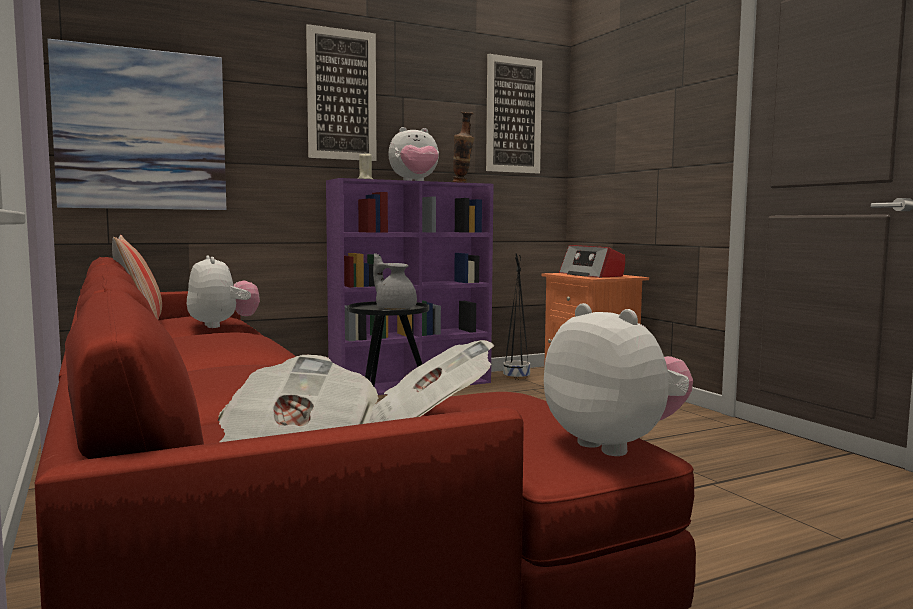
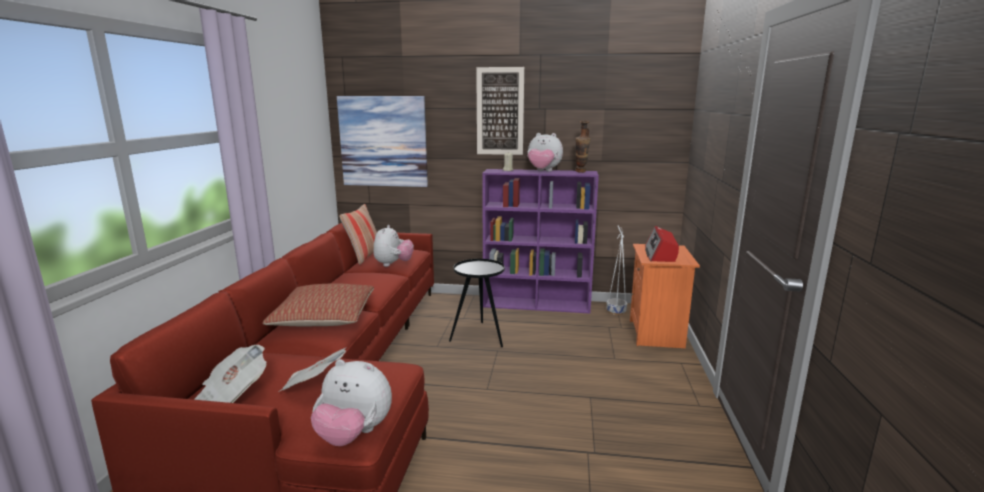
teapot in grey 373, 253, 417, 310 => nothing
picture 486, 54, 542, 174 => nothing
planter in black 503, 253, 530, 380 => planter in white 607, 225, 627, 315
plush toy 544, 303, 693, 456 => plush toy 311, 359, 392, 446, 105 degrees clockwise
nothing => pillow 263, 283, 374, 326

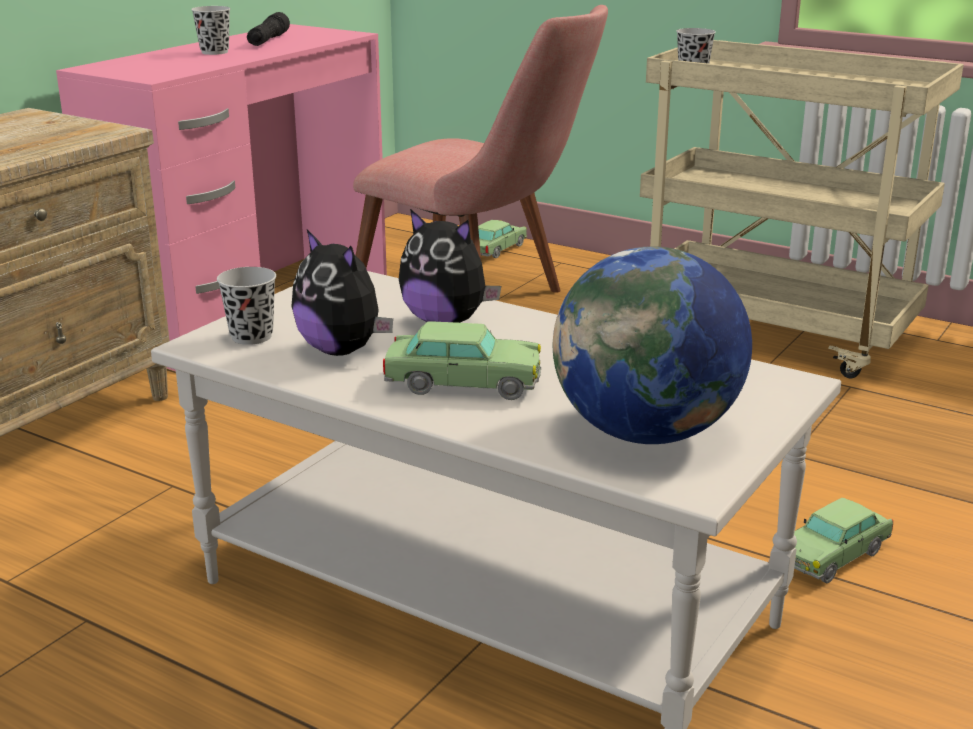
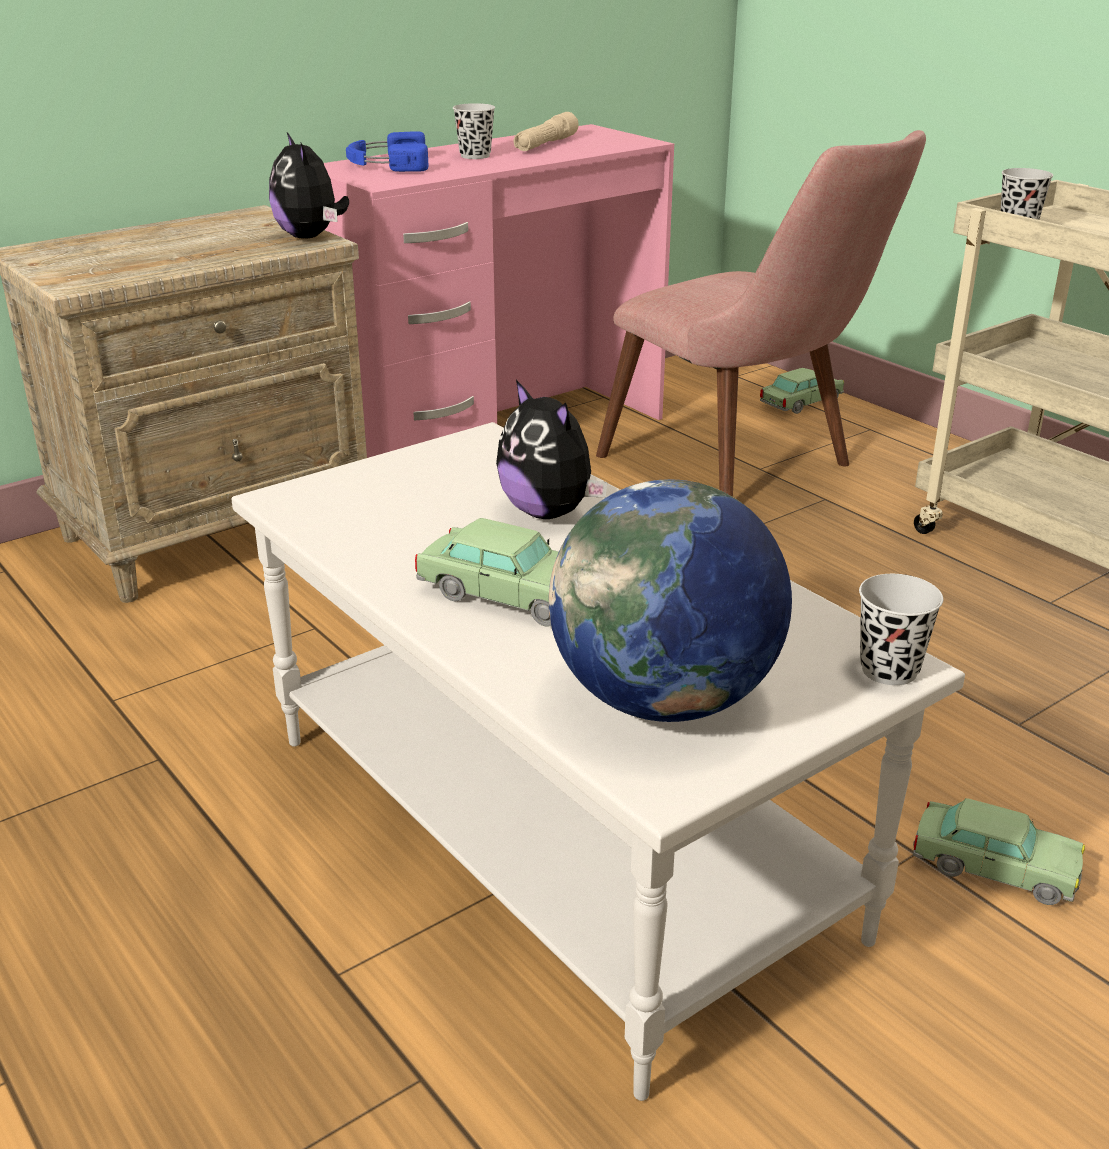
cup in black 217, 267, 276, 345 => cup in black 859, 574, 943, 685, relocated
flashlight in black 247, 12, 290, 46 => flashlight in beige 513, 112, 579, 151
plush toy 292, 229, 393, 356 => plush toy 269, 133, 349, 239, relocated
toy car 794, 498, 893, 583 => toy car 913, 798, 1085, 905, 135 degrees counterclockwise
nothing => headphones in blue 346, 131, 428, 172

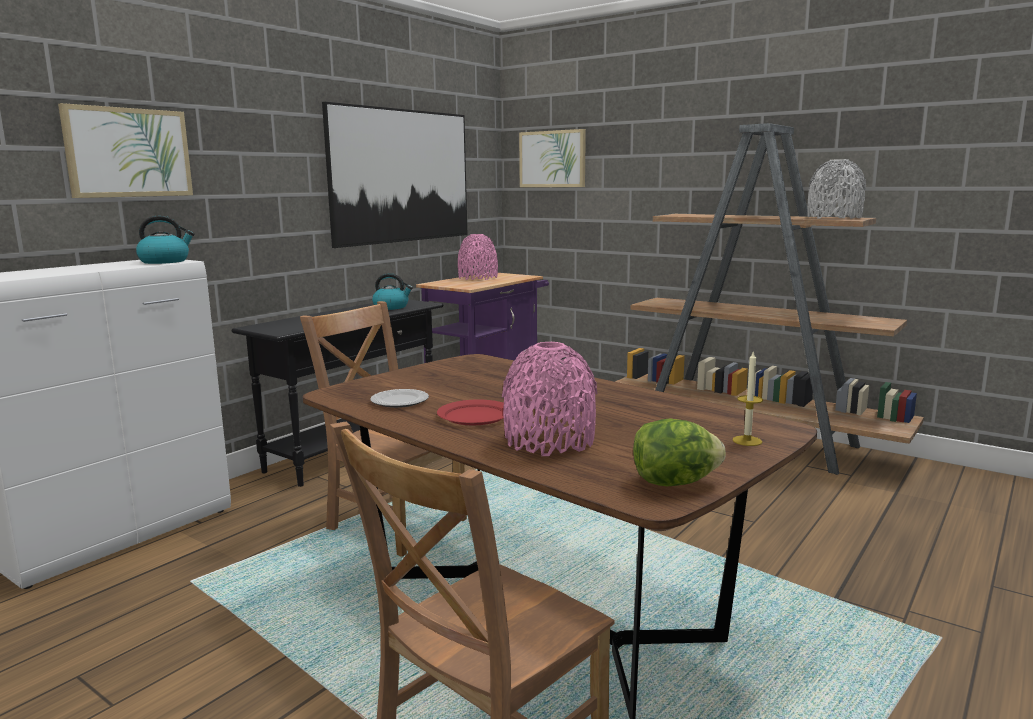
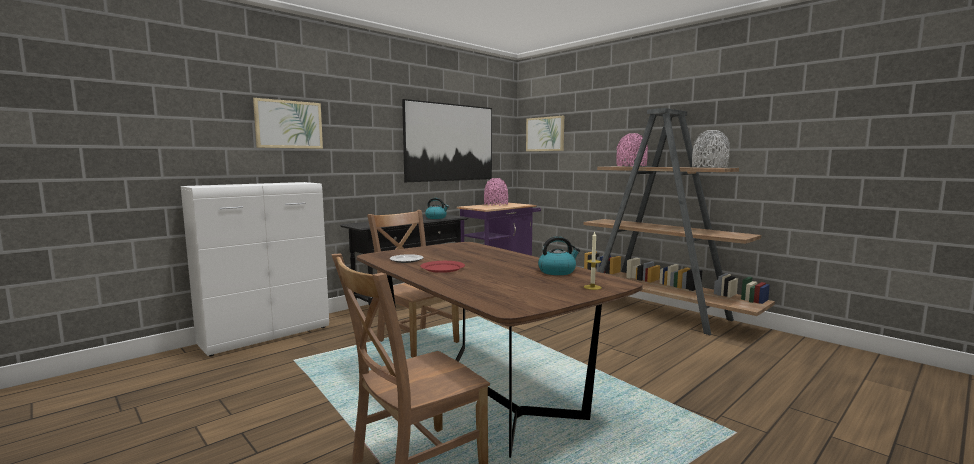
kettle 136, 216, 195, 264 => kettle 538, 236, 580, 275, relocated
vase in pink 502, 342, 598, 456 => vase in pink 616, 133, 648, 166, relocated
lettuce 633, 419, 726, 486 => nothing

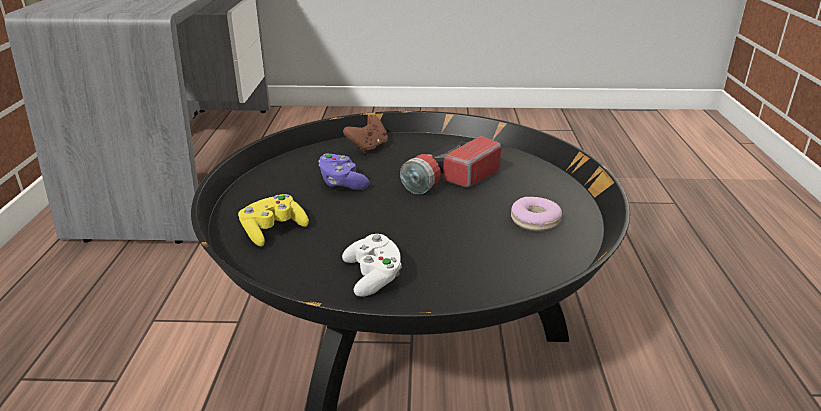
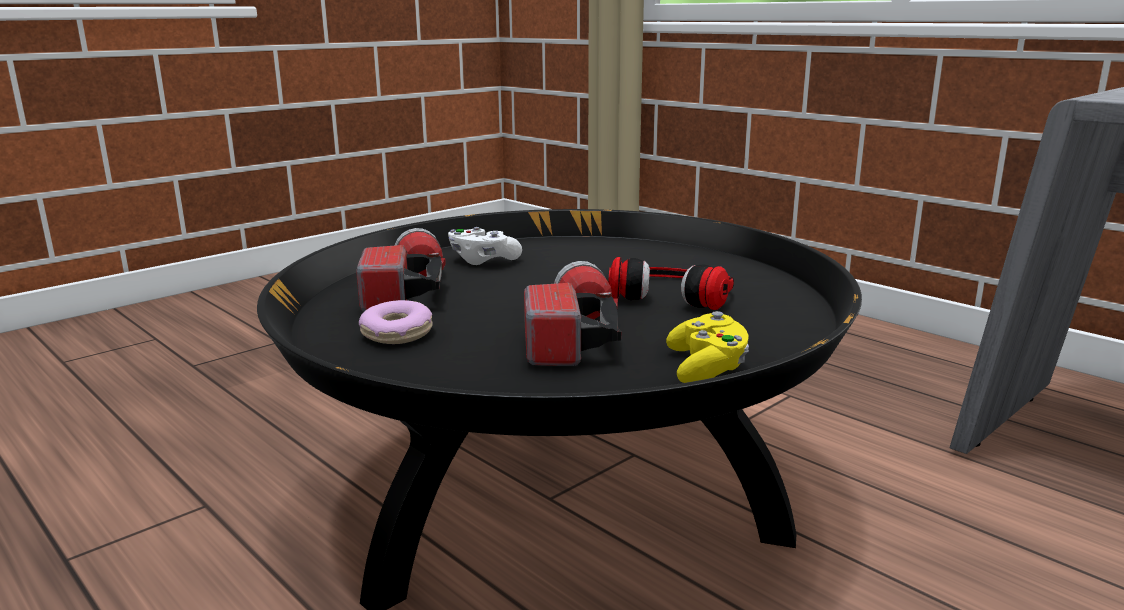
game controller in yellow 238, 194, 309, 246 => game controller in yellow 666, 311, 749, 383, relocated
game controller in purple 318, 153, 369, 190 => headphones 608, 257, 734, 310
game controller in brown 343, 115, 388, 154 => nothing
nothing => flashlight 356, 228, 446, 312

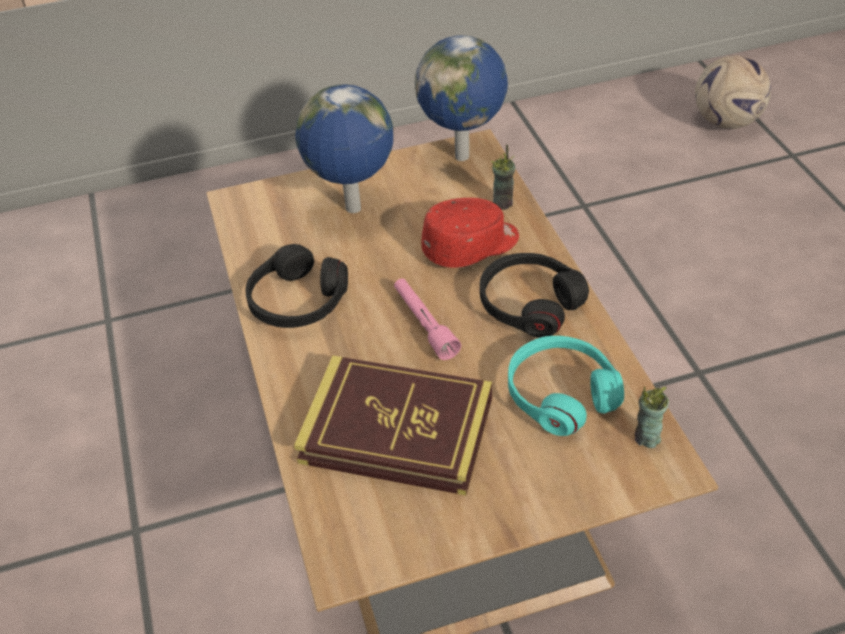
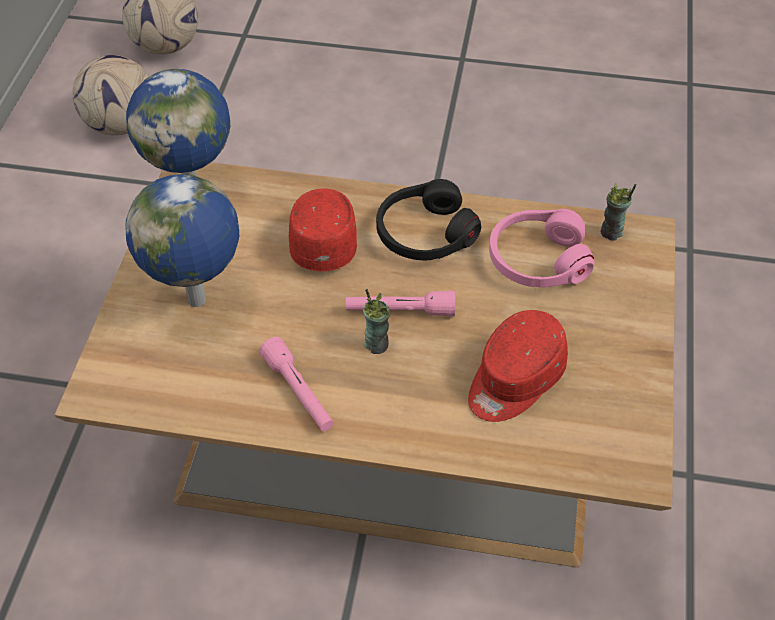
headphones in black 246, 244, 348, 328 => flashlight in pink 259, 337, 334, 431
book 294, 355, 492, 495 => cap in red 468, 310, 568, 422
cup 491, 145, 515, 210 => cup 363, 289, 390, 354, relocated
headphones in turquoise 508, 336, 624, 436 => headphones in pink 489, 209, 595, 288
nothing => football 73, 55, 149, 135

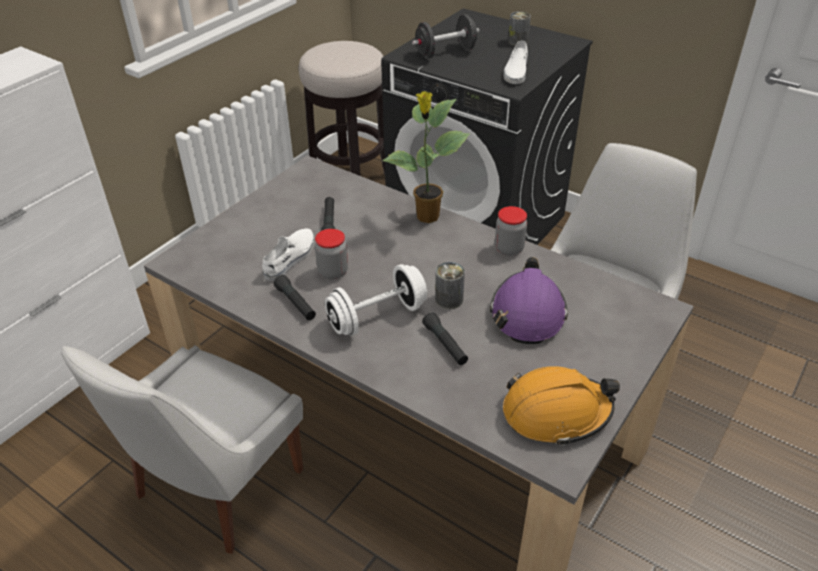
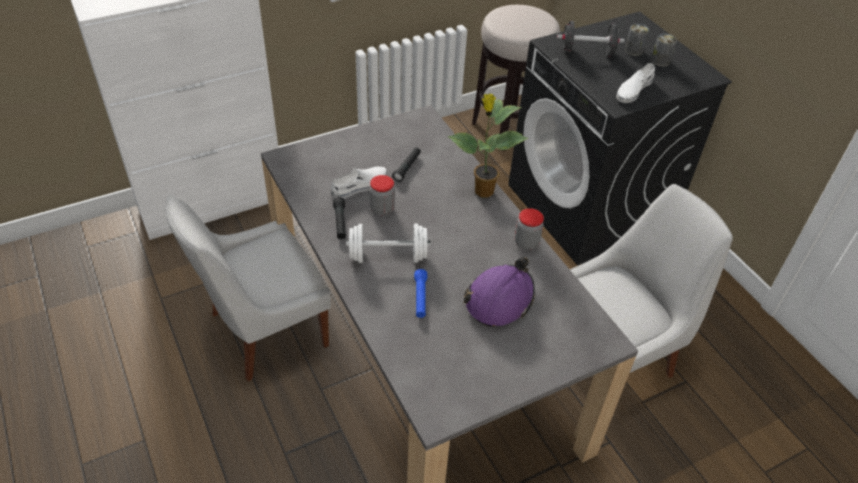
flashlight in black 422, 312, 468, 365 => flashlight in blue 414, 269, 427, 318
can 435, 262, 465, 309 => can 625, 24, 649, 56, relocated
hard hat in orange 503, 366, 620, 446 => nothing

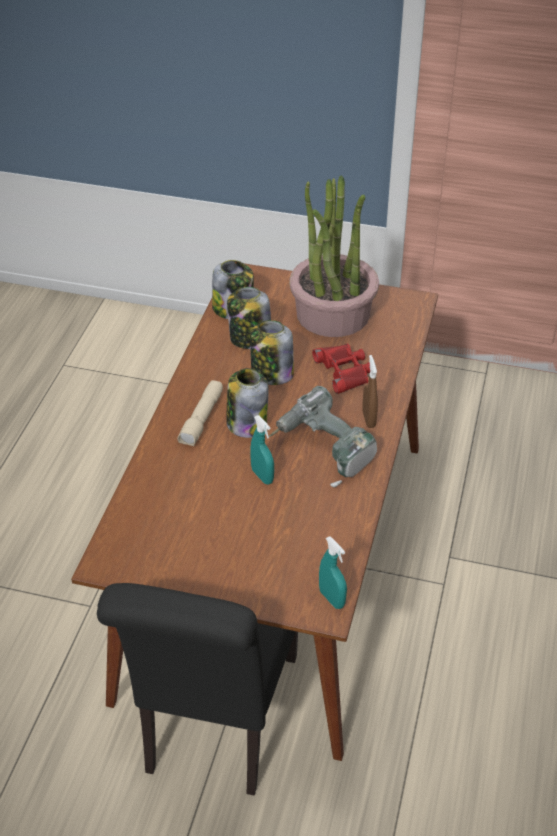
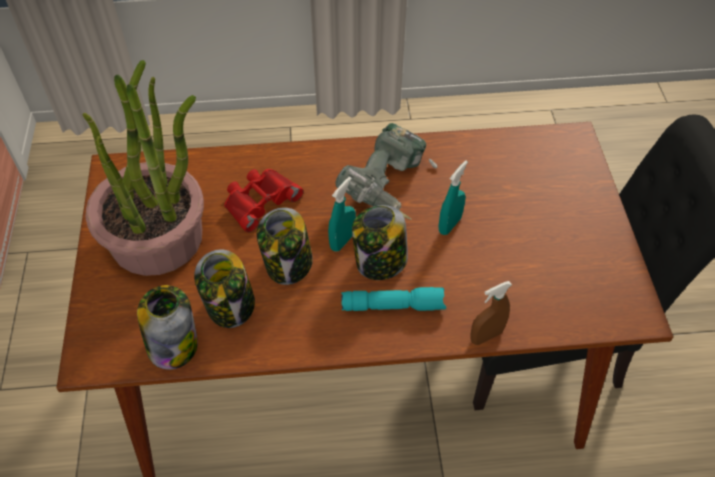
flashlight in beige 177, 380, 223, 446 => flashlight in turquoise 341, 287, 446, 311
spray bottle in turquoise 319, 536, 347, 609 => spray bottle in turquoise 328, 177, 356, 251, relocated
spray bottle in brown 362, 355, 378, 428 => spray bottle in brown 470, 281, 512, 345, relocated

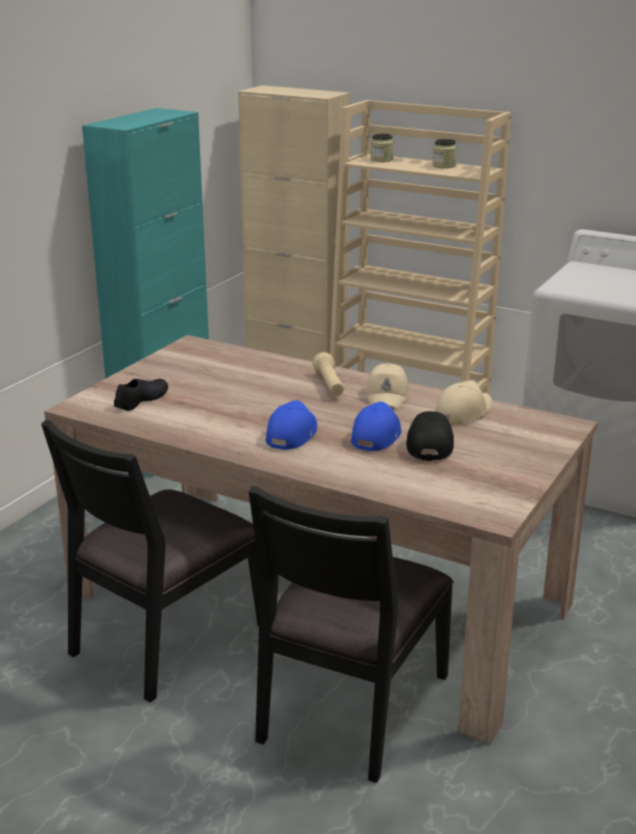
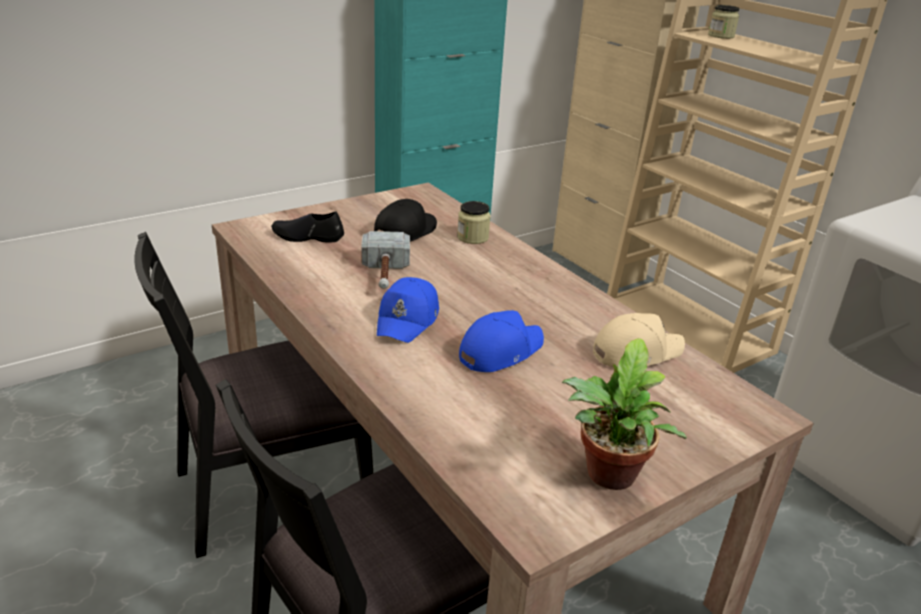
shoe in black 114, 379, 168, 411 => shoe in black 271, 212, 344, 243, 150 degrees counterclockwise
cap in blue 266, 400, 317, 450 => cap in blue 377, 277, 439, 343, 150 degrees clockwise
flashlight in beige 313, 352, 344, 396 => nothing
cap in beige 366, 363, 409, 408 => nothing
cap in black 406, 411, 454, 461 => cap in black 374, 199, 437, 242, relocated
jar 432, 139, 457, 168 => jar 457, 201, 491, 244, relocated
nothing => hammer 361, 231, 410, 289
nothing => potted plant 562, 338, 687, 490

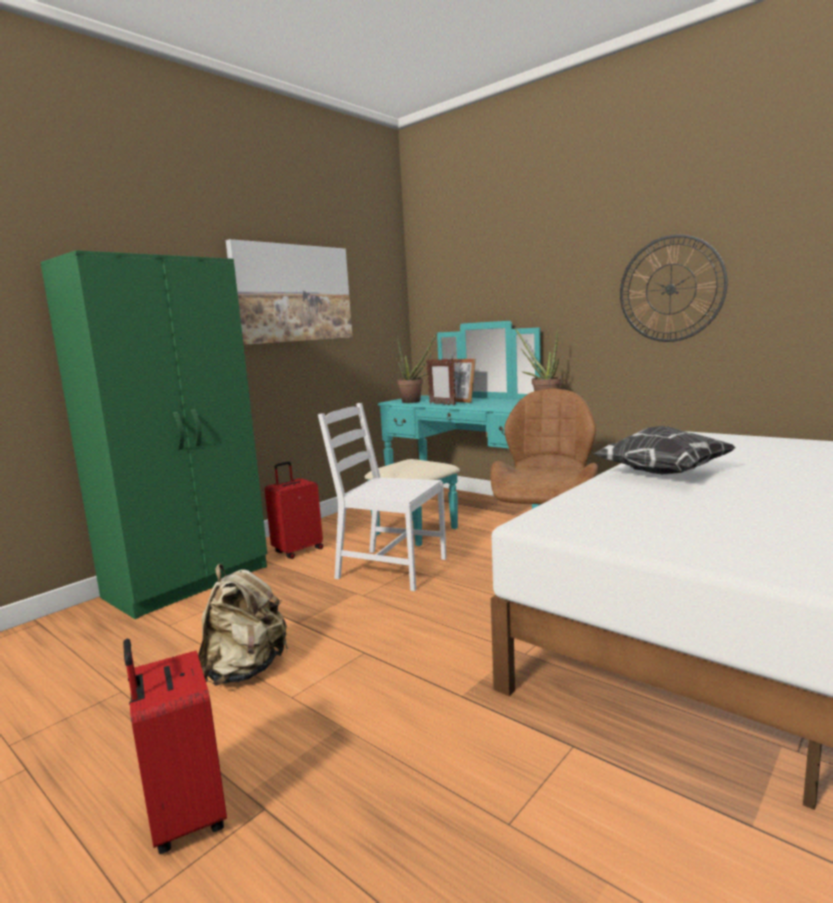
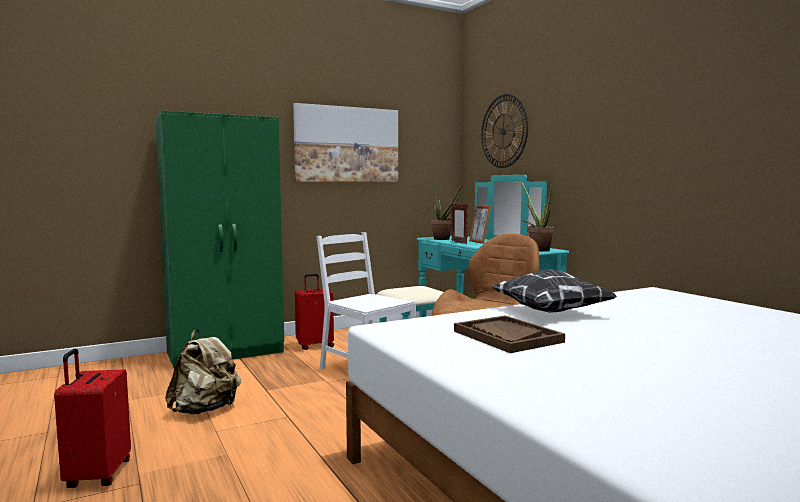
wall clock 620, 234, 728, 342 => wall clock 481, 94, 528, 168, relocated
nothing => tray in brown 454, 315, 565, 353

